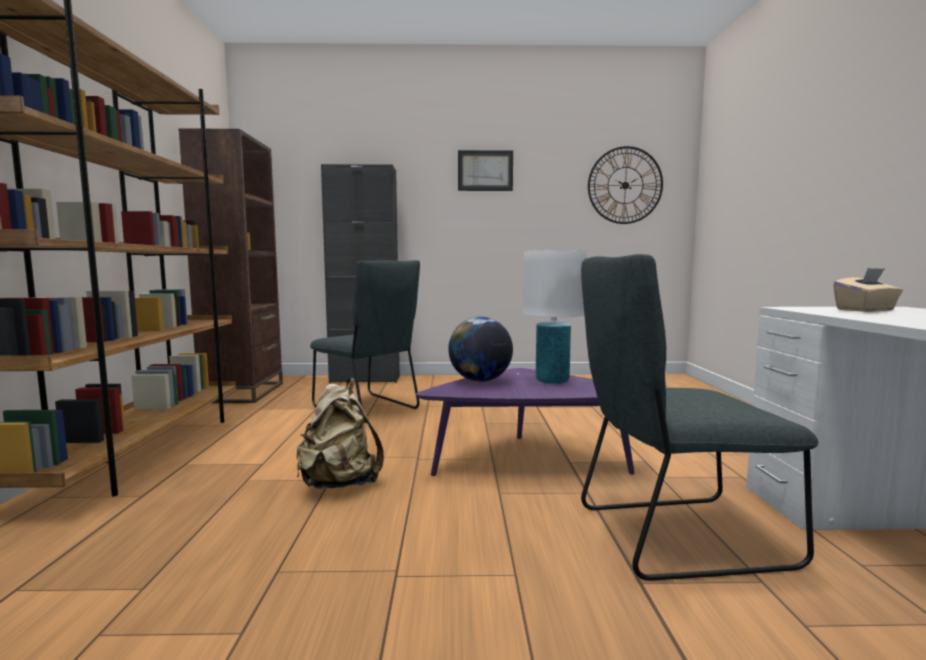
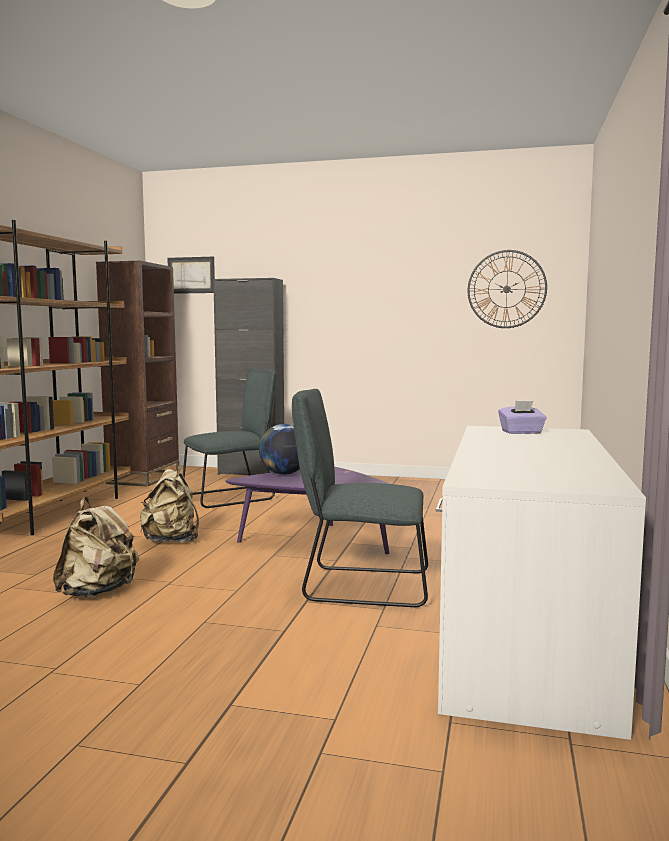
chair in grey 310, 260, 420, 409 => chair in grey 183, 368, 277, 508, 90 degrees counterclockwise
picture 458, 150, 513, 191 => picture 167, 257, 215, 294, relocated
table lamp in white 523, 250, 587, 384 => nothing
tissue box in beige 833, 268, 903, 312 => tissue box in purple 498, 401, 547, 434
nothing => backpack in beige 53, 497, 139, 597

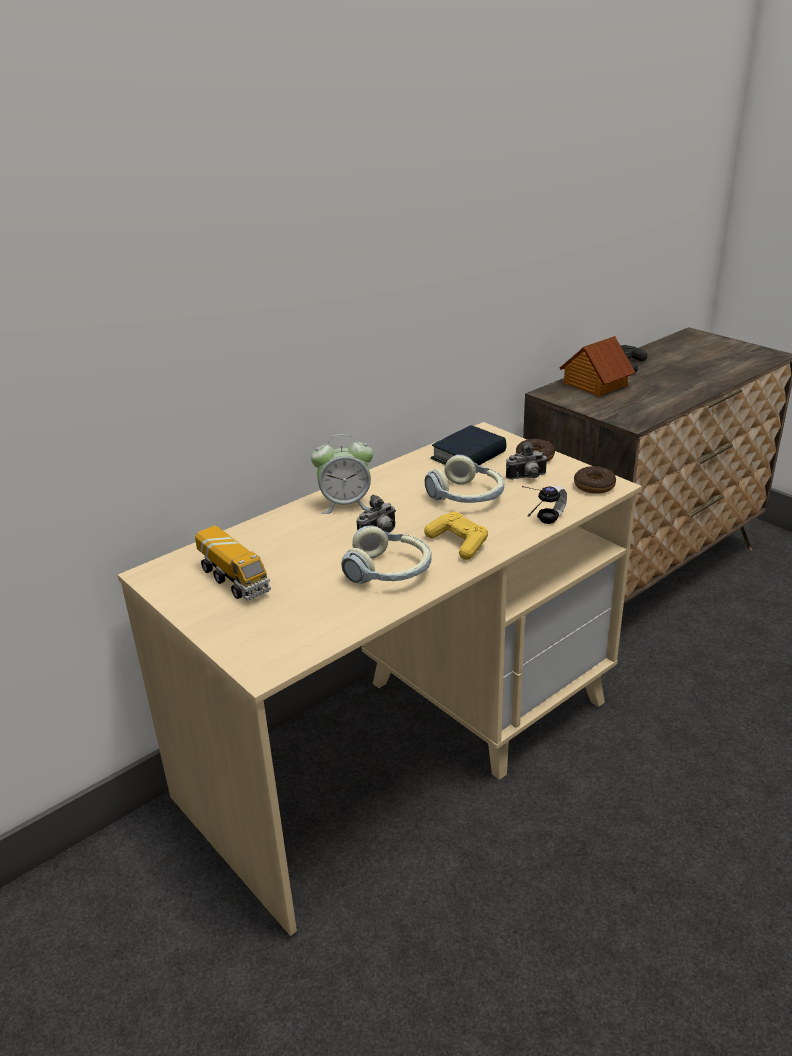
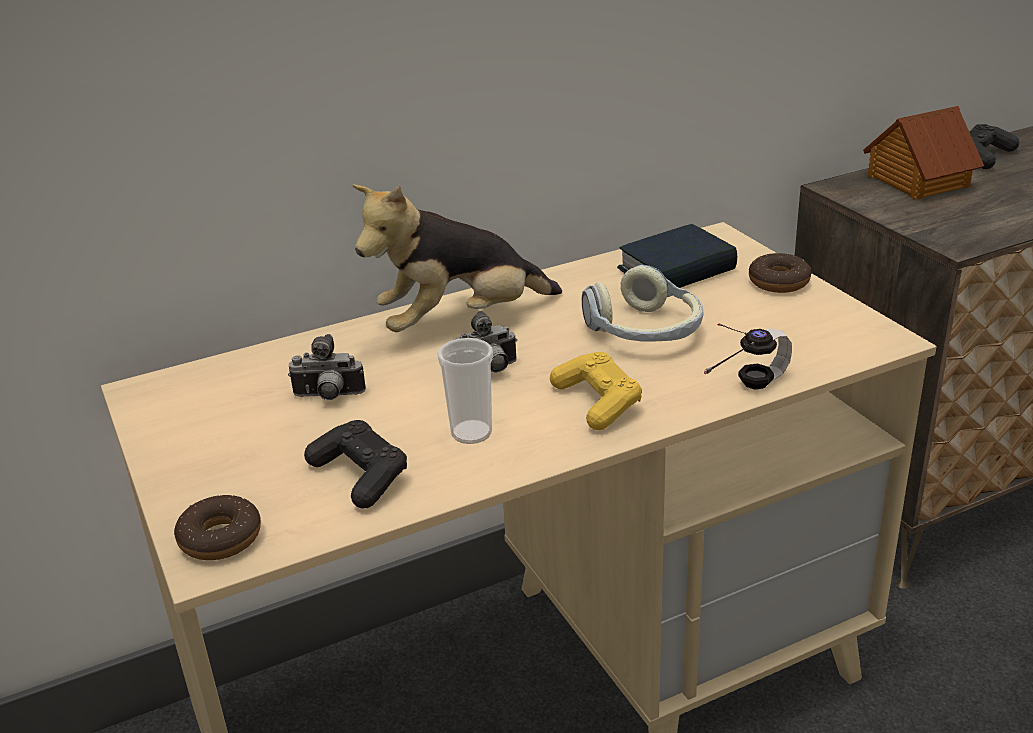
toy truck 195, 526, 271, 601 => nothing
alarm clock 311, 434, 373, 514 => plush toy 352, 185, 562, 332
headphones 341, 525, 432, 584 => cup 438, 338, 493, 444
photo camera 506, 441, 548, 480 => photo camera 288, 334, 366, 400, relocated
donut 574, 466, 616, 494 => donut 174, 495, 261, 560, relocated
nothing => game controller in black 304, 420, 407, 509

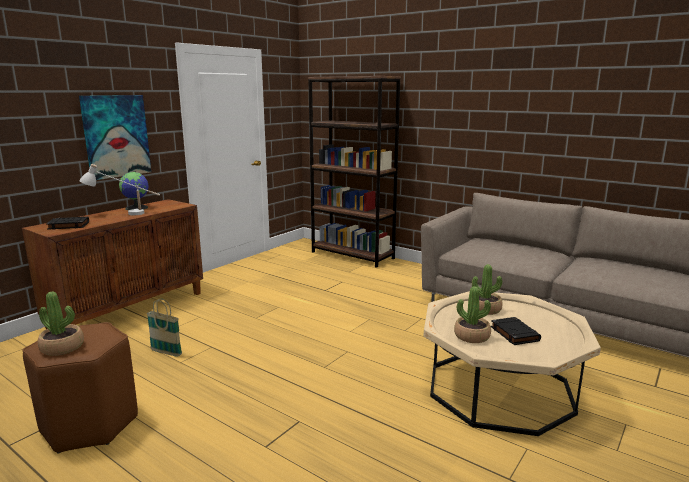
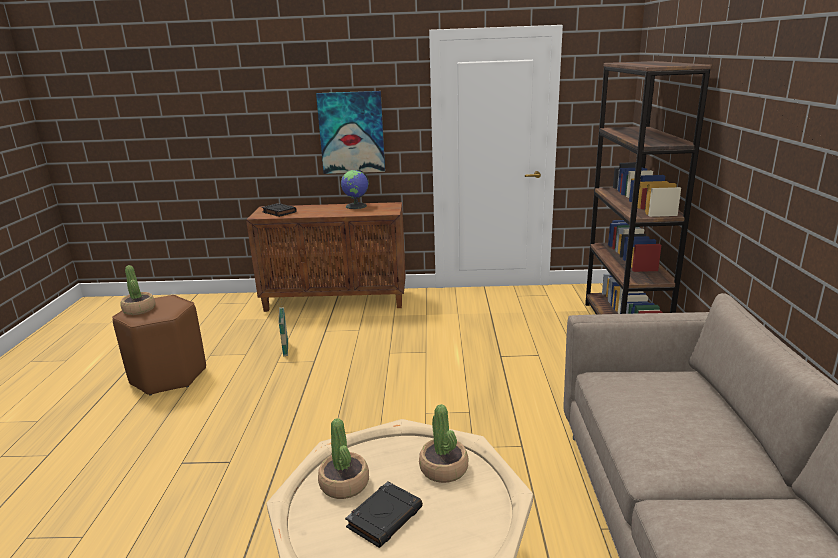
table lamp in white 80, 164, 160, 215 => nothing

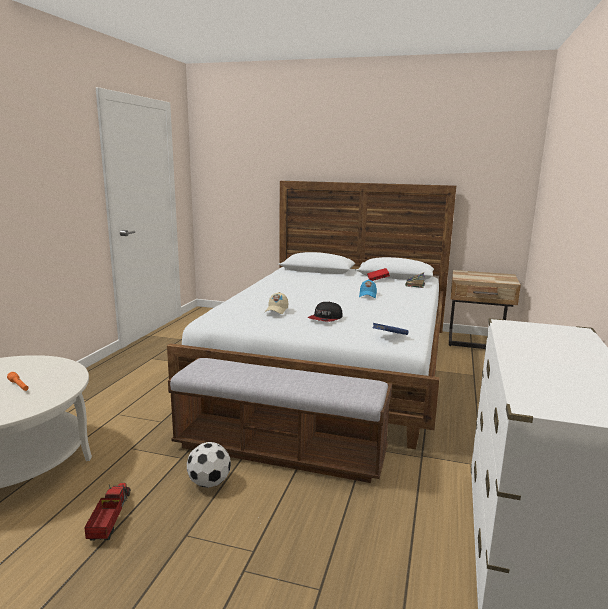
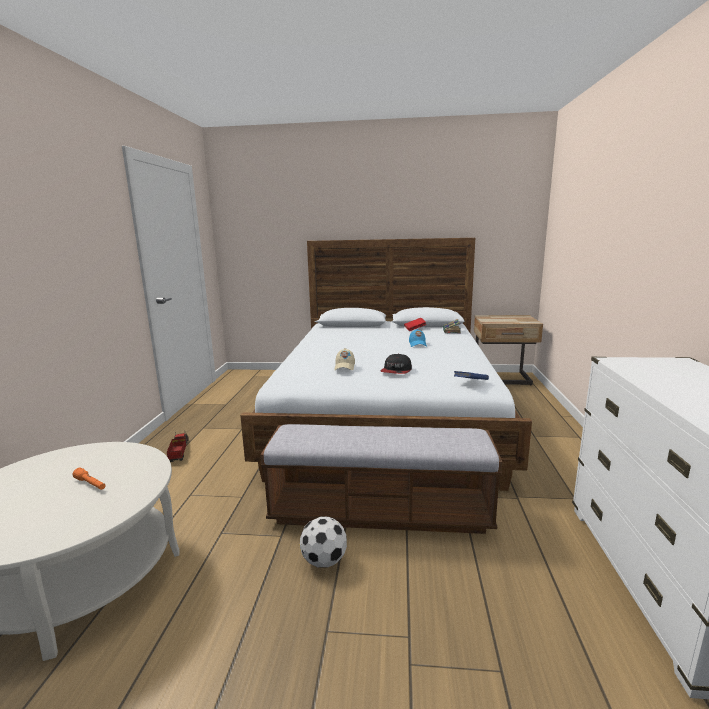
toy truck 84, 483, 131, 541 => toy truck 167, 432, 188, 462, relocated

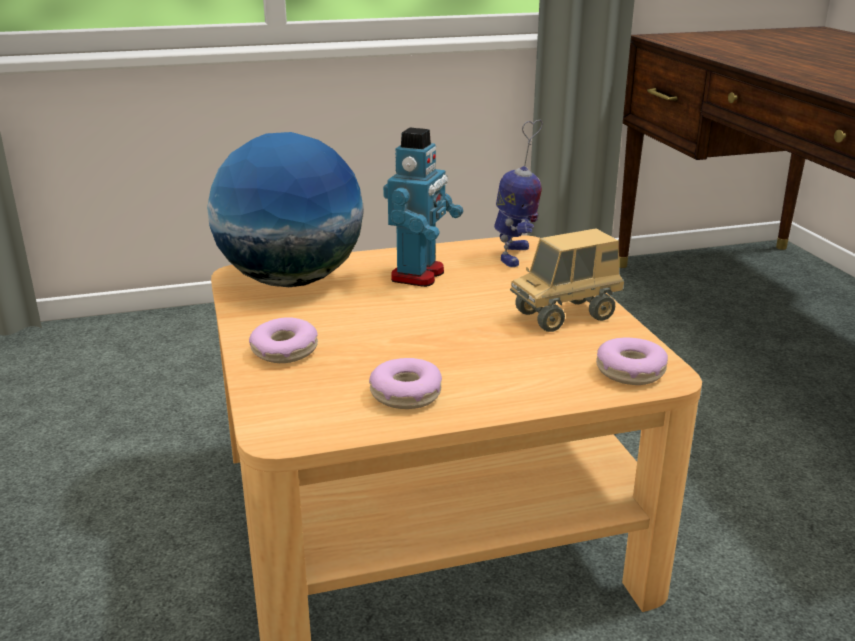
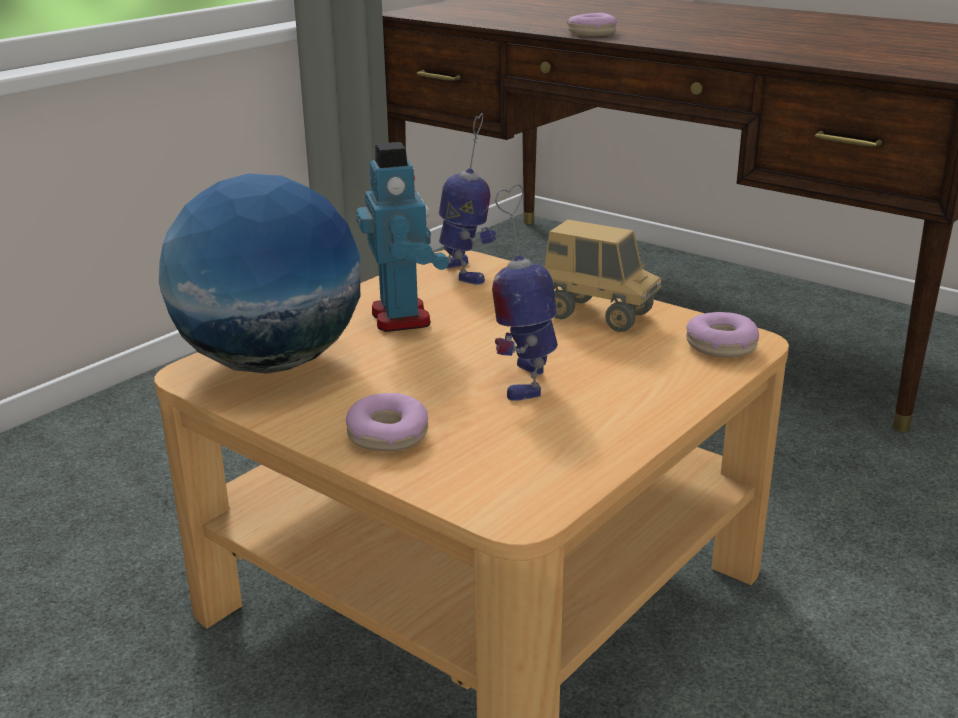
donut 369, 358, 442, 409 => donut 567, 13, 617, 36, relocated
toy truck 510, 229, 624, 332 => toy truck 544, 220, 662, 332, 90 degrees counterclockwise
nothing => toy robot 492, 184, 558, 401

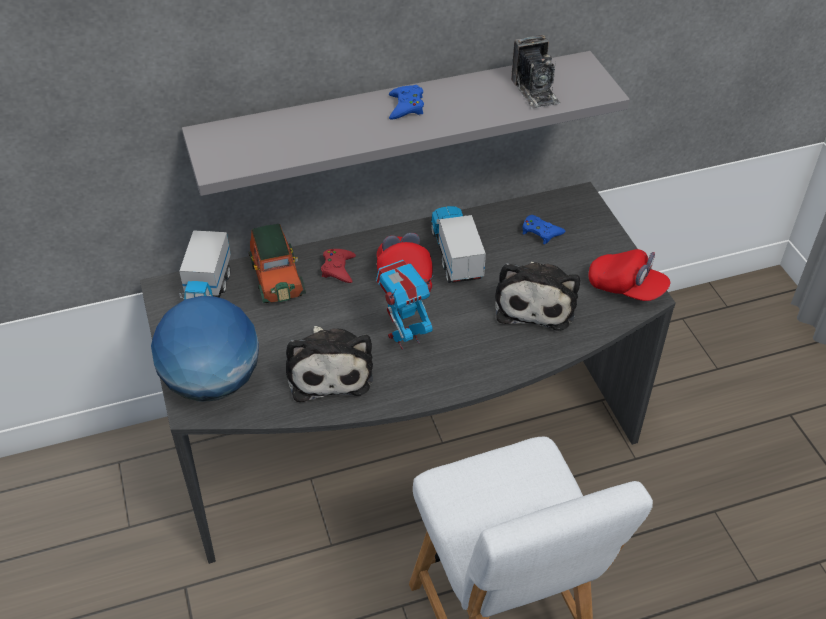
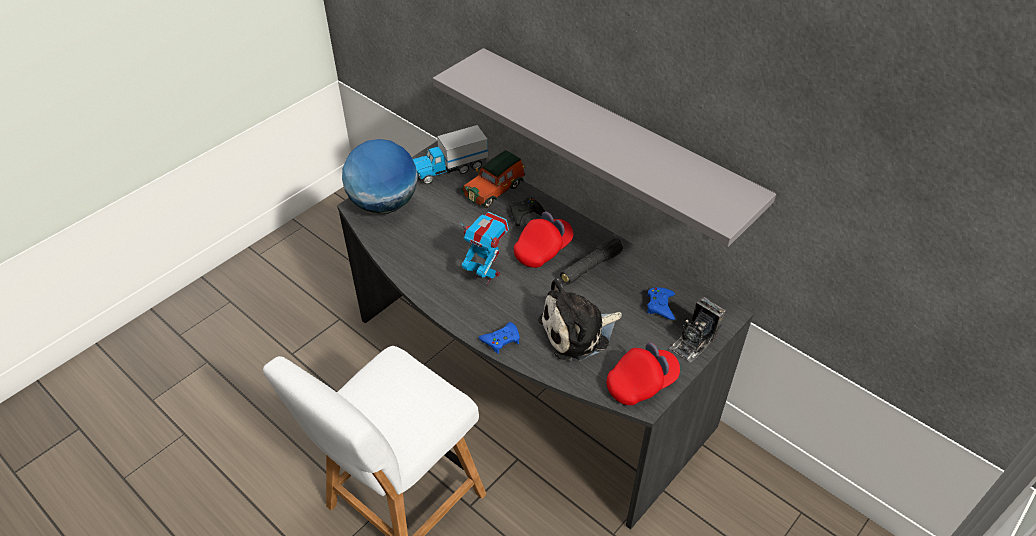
plush toy 286, 326, 373, 402 => nothing
game controller in red 321, 249, 356, 283 => game controller in black 510, 198, 545, 226
game controller in blue 389, 85, 424, 120 => game controller in blue 479, 322, 520, 354, relocated
toy truck 431, 206, 486, 283 => flashlight in black 560, 236, 623, 284
photo camera 511, 35, 560, 109 => photo camera 669, 297, 726, 362, relocated
cap in red 588, 249, 670, 301 => cap in red 607, 342, 680, 405, 120 degrees counterclockwise

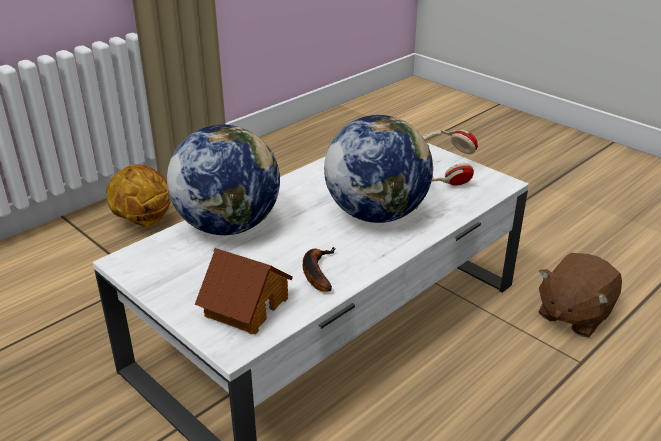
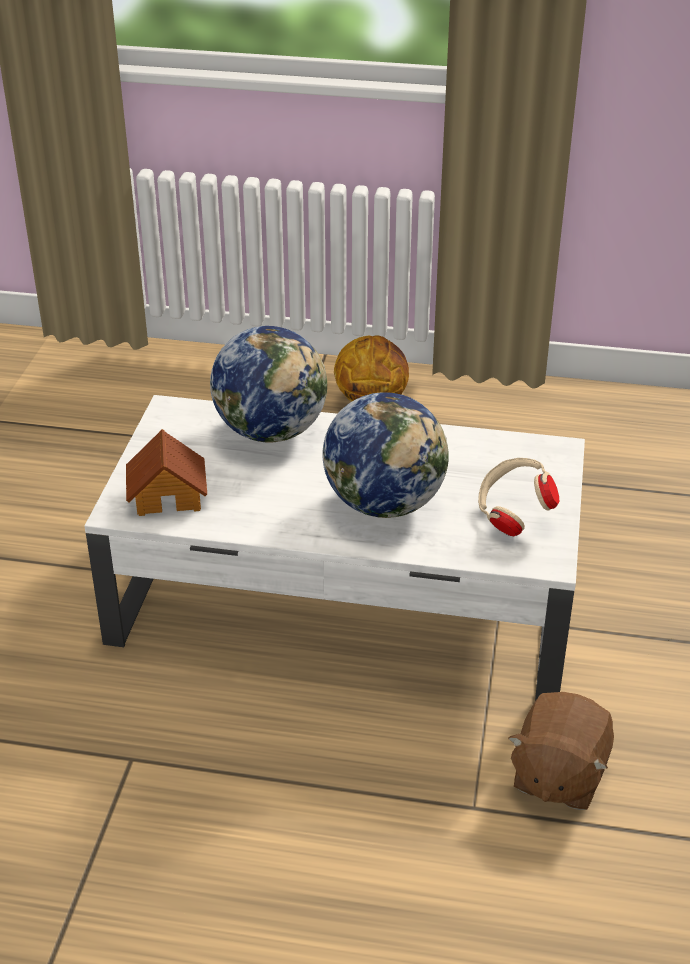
banana 303, 247, 335, 292 => nothing
plush toy in brown 539, 253, 622, 337 => plush toy in brown 508, 692, 614, 810, 75 degrees counterclockwise

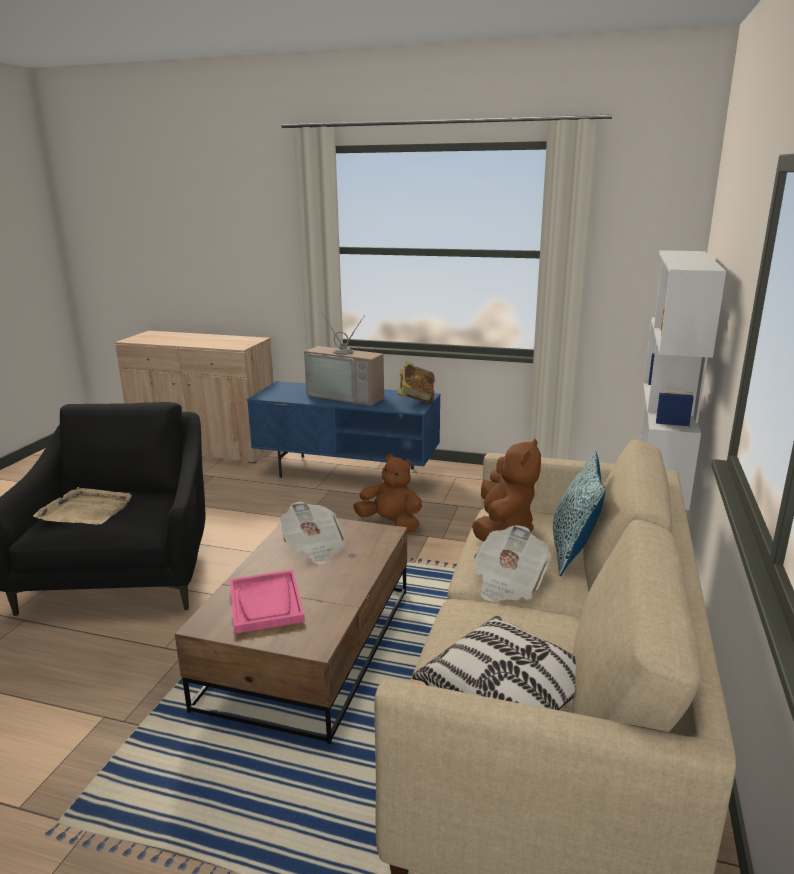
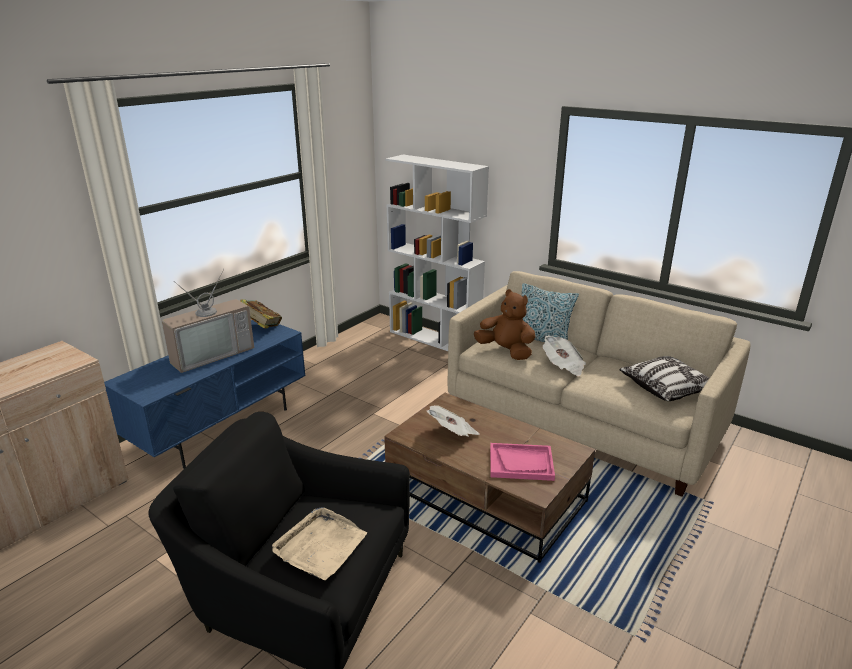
plush toy in brown 353, 454, 422, 533 => nothing

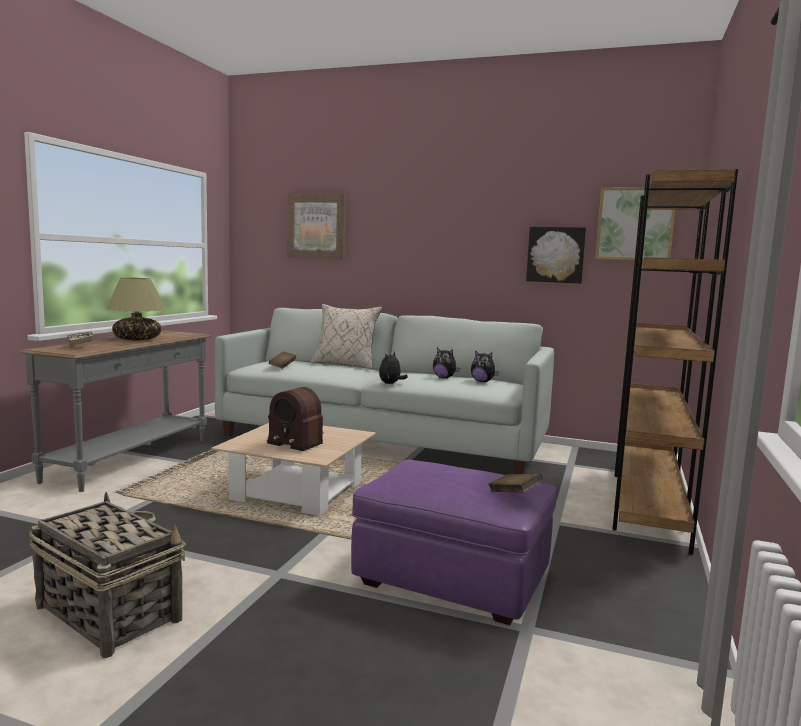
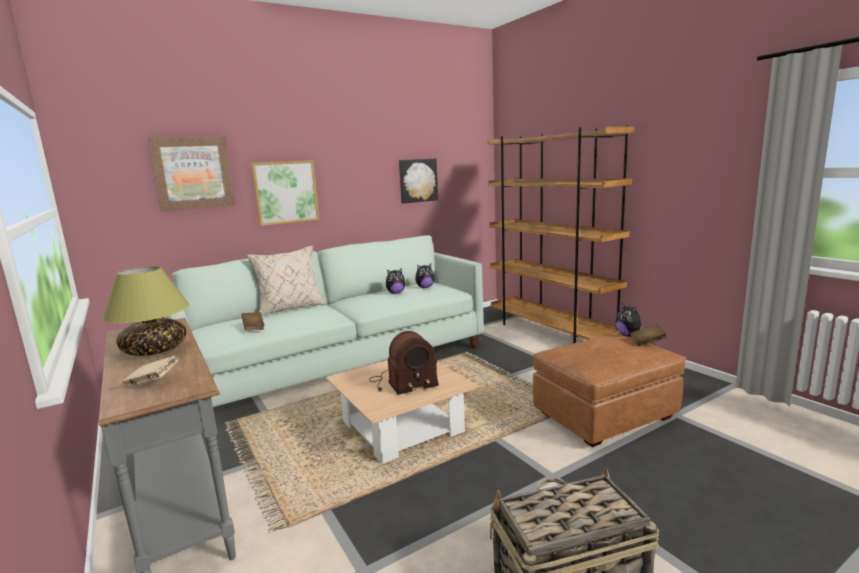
ottoman in purple 351, 460, 556, 625 => ottoman in brown 533, 333, 686, 447
plush toy 379, 351, 407, 384 => plush toy 615, 302, 646, 337, relocated
picture 595, 187, 676, 260 => picture 251, 160, 319, 226, relocated

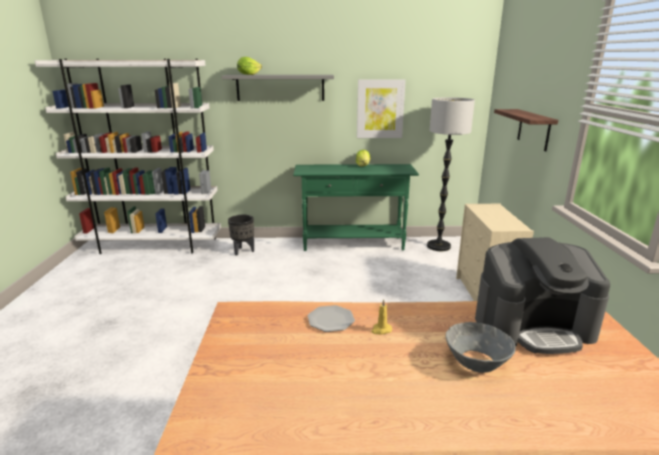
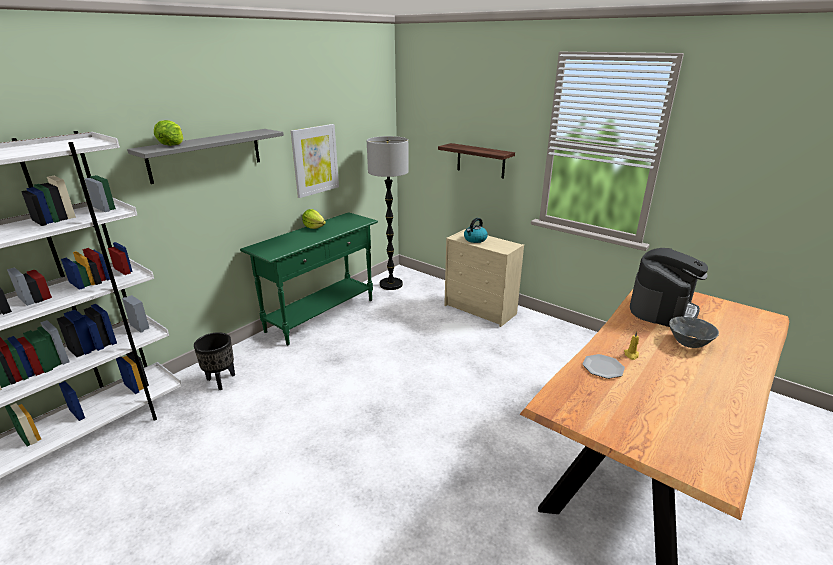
nothing => kettle 464, 218, 488, 243

